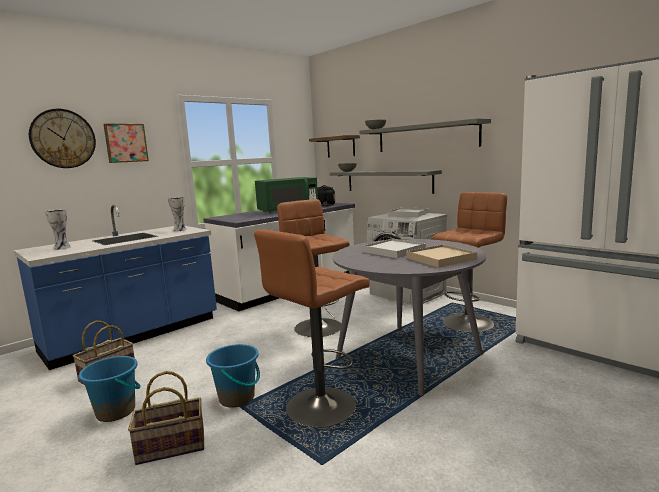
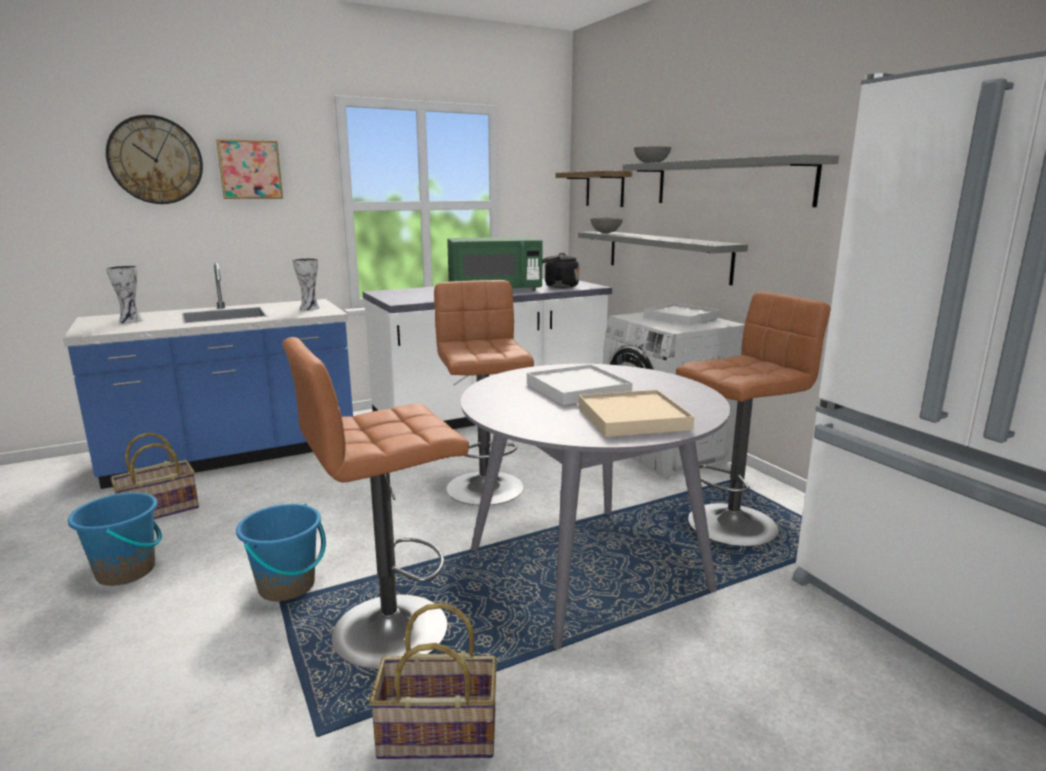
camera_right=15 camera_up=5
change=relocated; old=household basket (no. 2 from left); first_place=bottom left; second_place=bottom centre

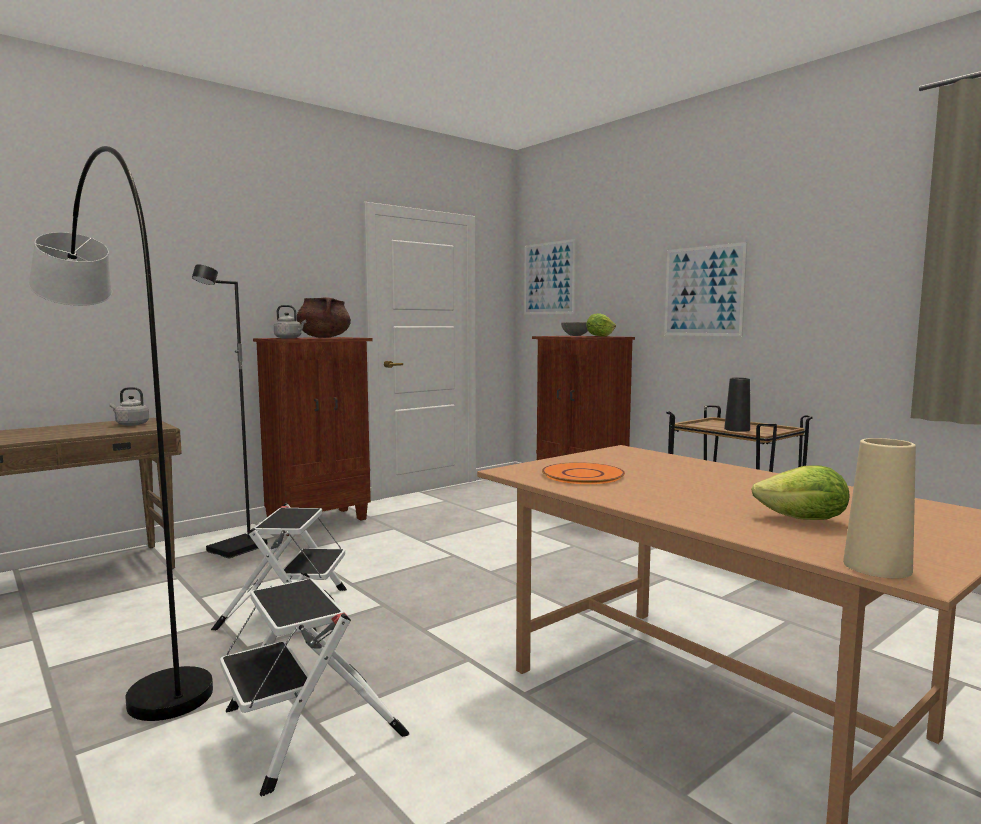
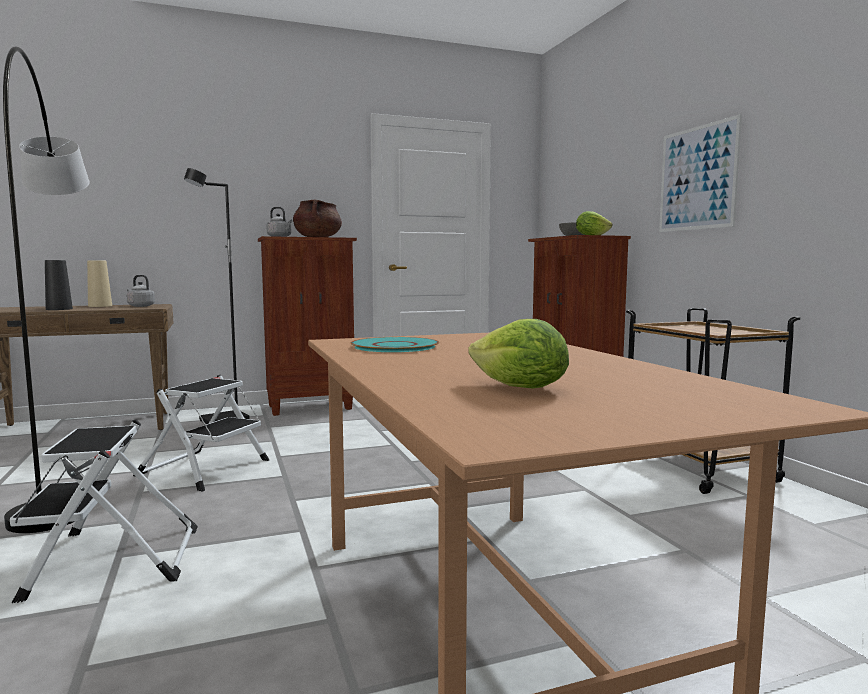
camera_right=20 camera_up=0
change=missing; old=wall art (no. 1 from left); first_place=centre
change=relocated; old=decorative vase/black-coloured; first_place=middle right; second_place=middle left
change=relocated; old=decorative vase/beige-coloured; first_place=middle right; second_place=middle left
change=colour; old=flat dish/orange; new=flat dish/turquoise-coloured; first_place=centre; second_place=centre

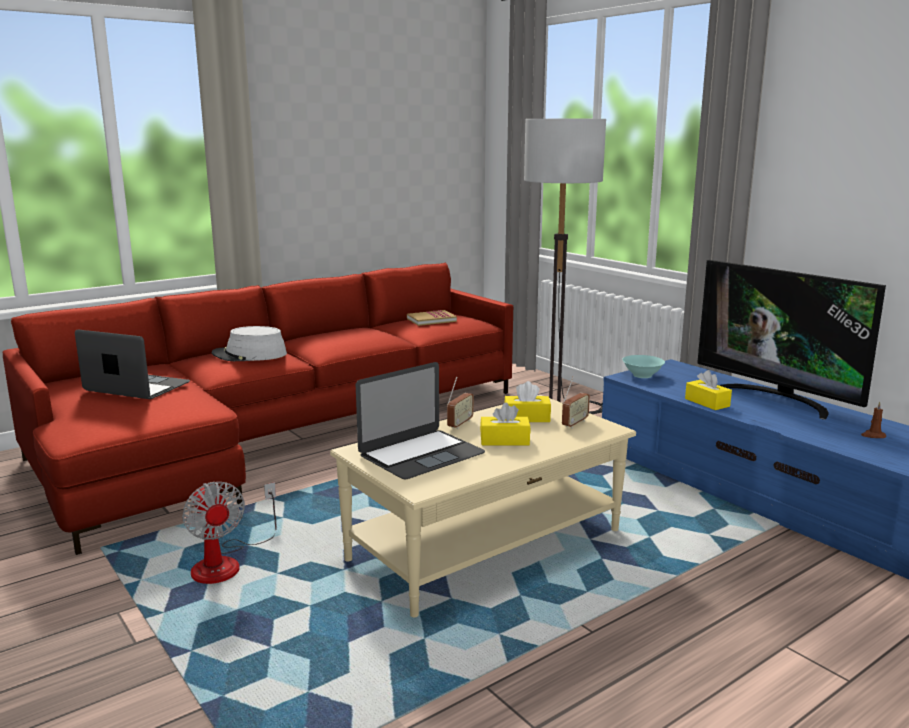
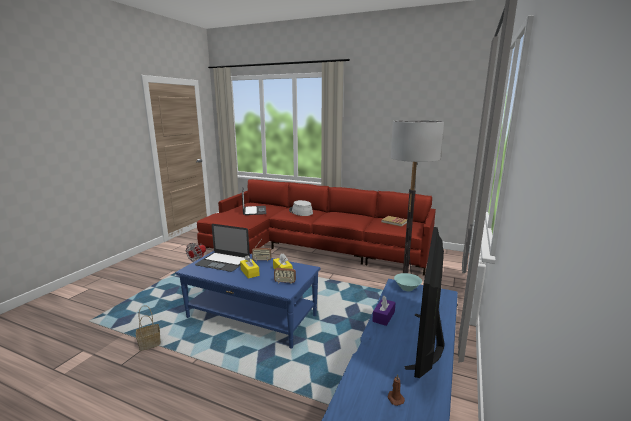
camera_right=60 camera_up=0
change=appeared; new=household basket; second_place=bottom left
change=colour; old=low table/beige-coloured; new=low table/bluish; first_place=bottom centre; second_place=bottom centre
change=colour; old=box of tissues/yellow (no. 3 from left); new=box of tissues/purple; first_place=middle right; second_place=bottom centre

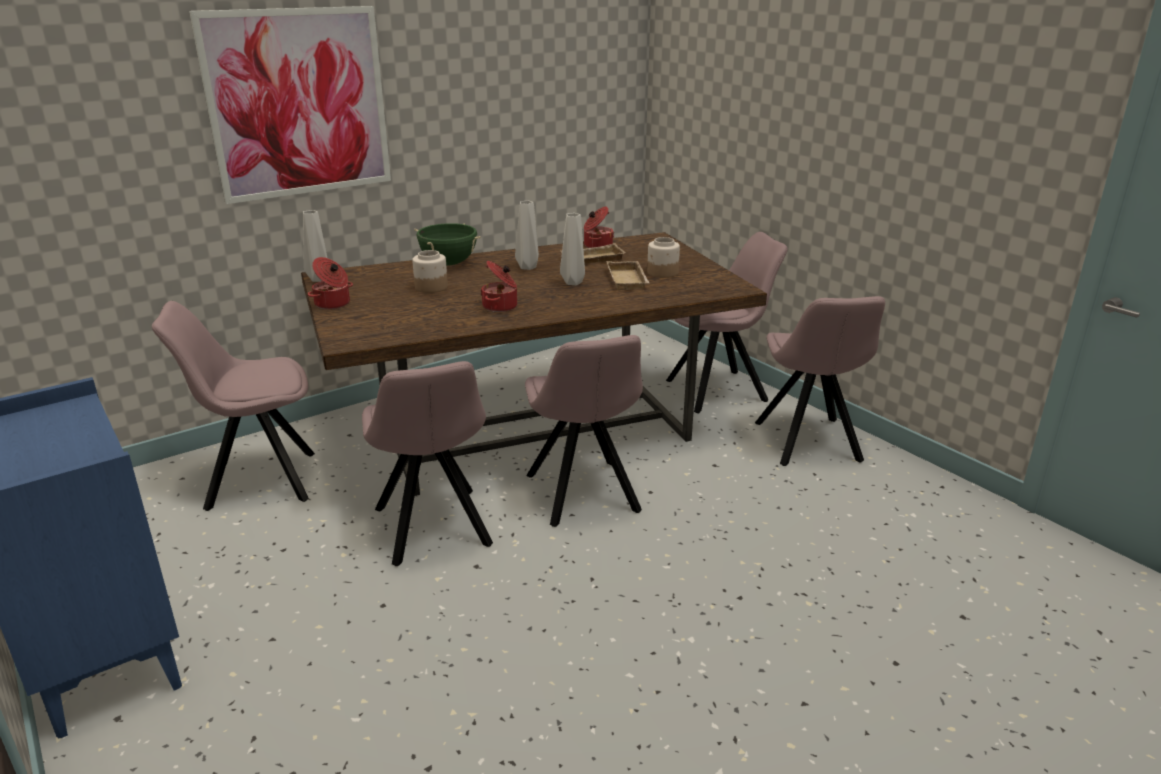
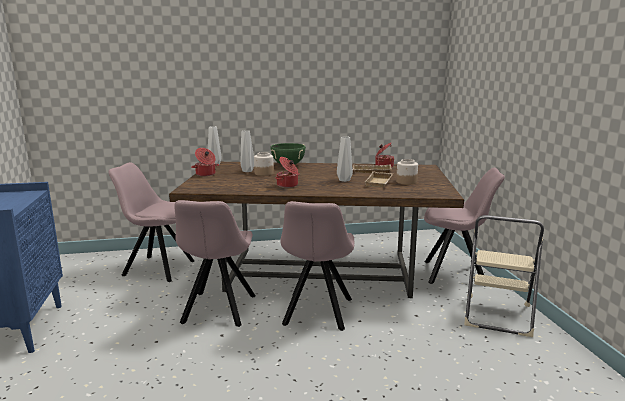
camera_right=25 camera_up=-10
change=missing; old=wall art; first_place=top left
change=relocated; old=decorative vase/greyish (no. 2 from left); first_place=top centre; second_place=centre
change=exchanged; old=upright chair/pinkish (no. 5 from left); new=step stool/beige-coloured; first_place=middle right; second_place=bottom right

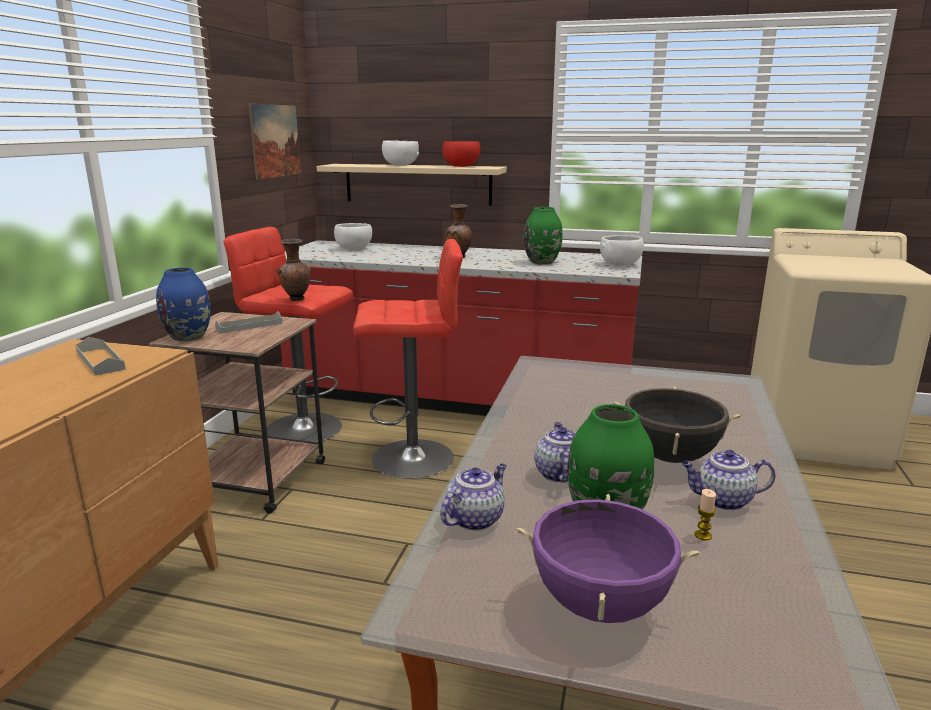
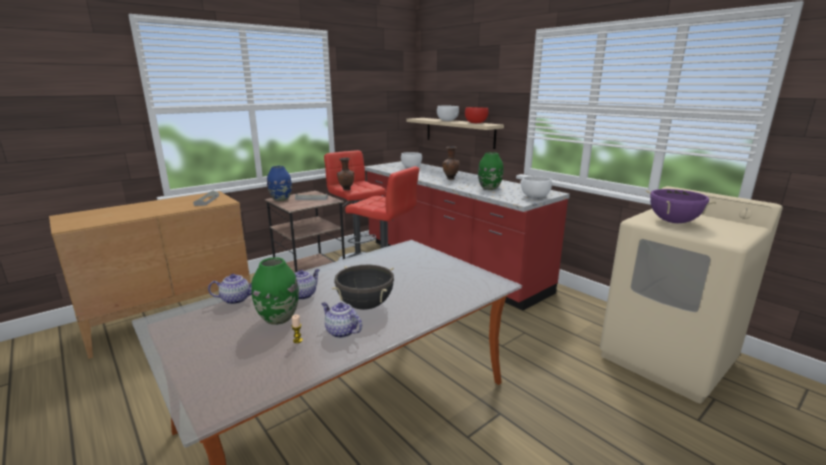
camera_right=35 camera_up=0
change=missing; old=wall art; first_place=top left
change=relocated; old=stockpot/purple; first_place=bottom centre; second_place=middle right

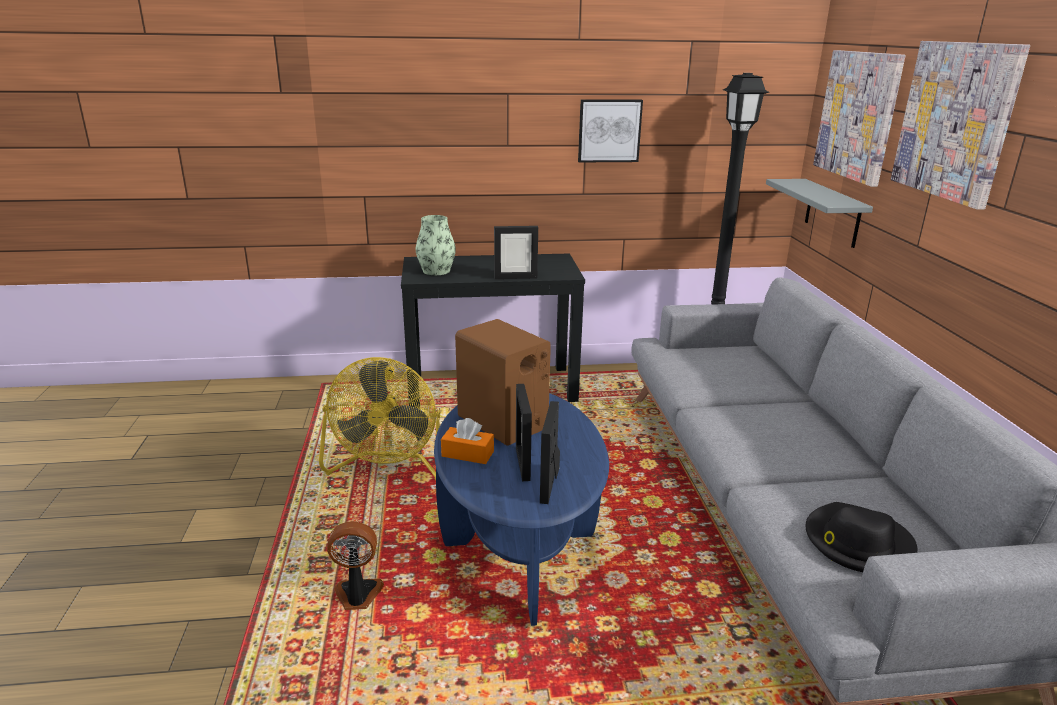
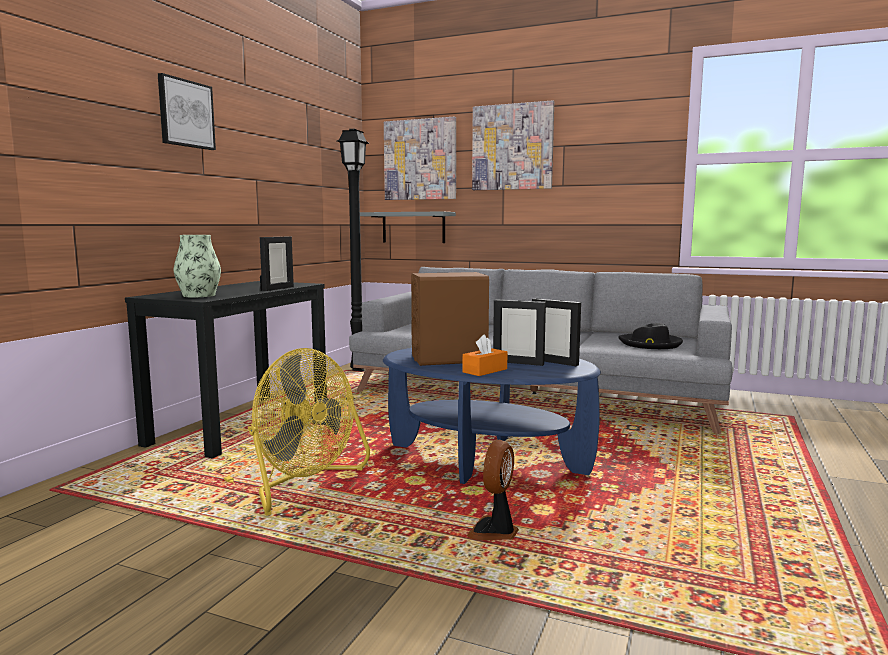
camera_right=-60 camera_up=-15
change=relocated; old=wall art (no. 1 from left); first_place=top centre; second_place=top left

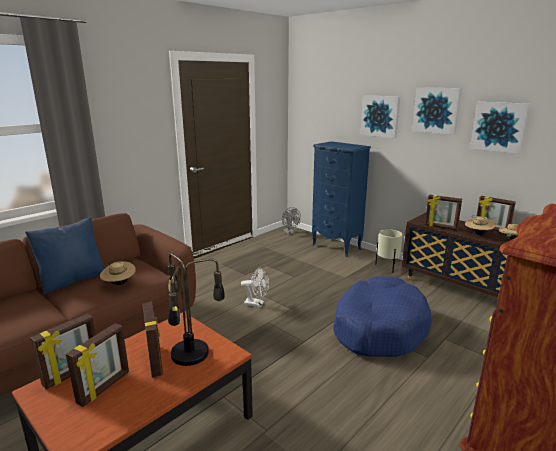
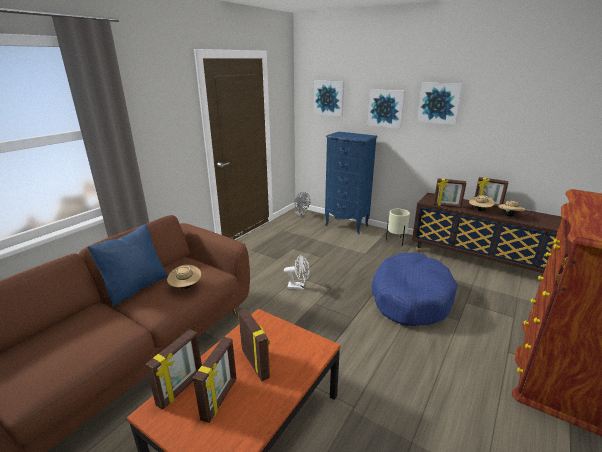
camera_right=-10 camera_up=5
change=missing; old=tabletop lamp; first_place=bottom centre
change=relocated; old=wall art (no. 3 from left in the first image); new=wall art (no. 1 from left); first_place=top right; second_place=top centre

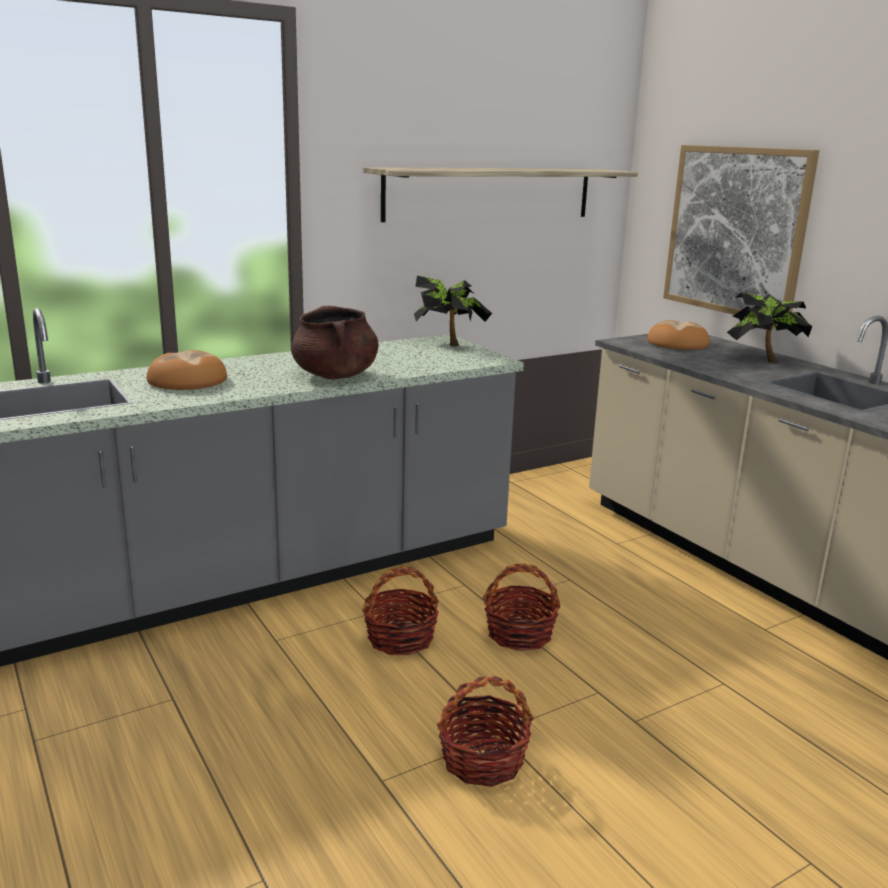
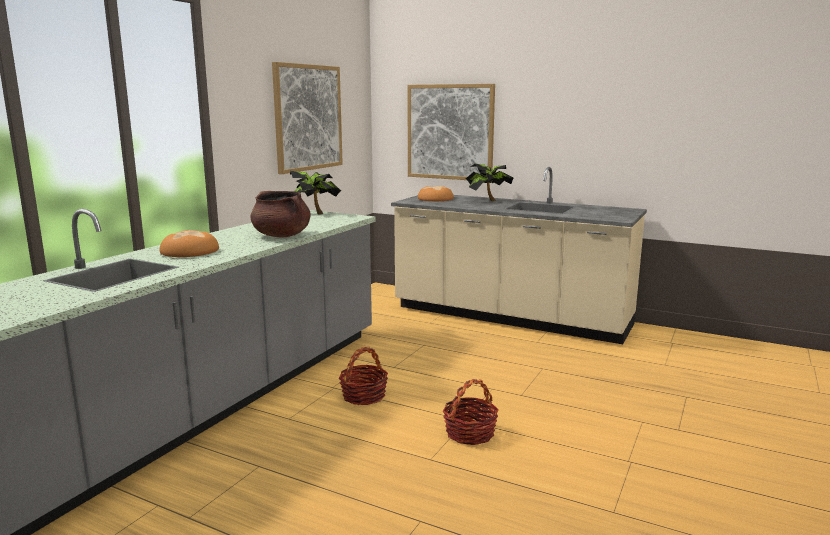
camera_right=-30 camera_up=-5
change=missing; old=household basket (no. 3 from left); first_place=bottom centre
change=exchanged; old=wall shelf; new=wall art (no. 1 from left); first_place=top centre; second_place=top centre

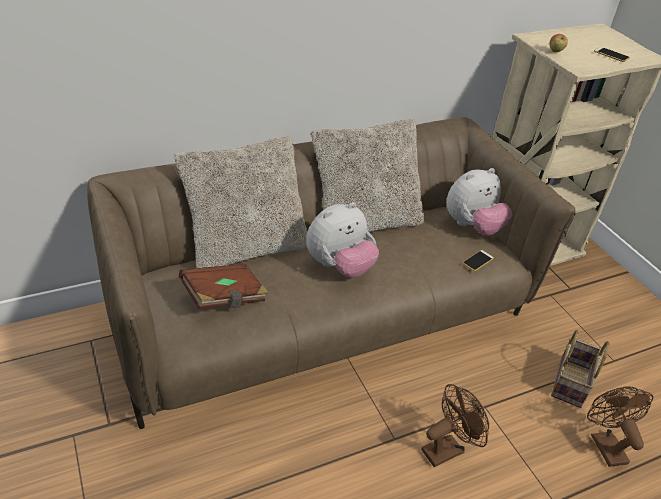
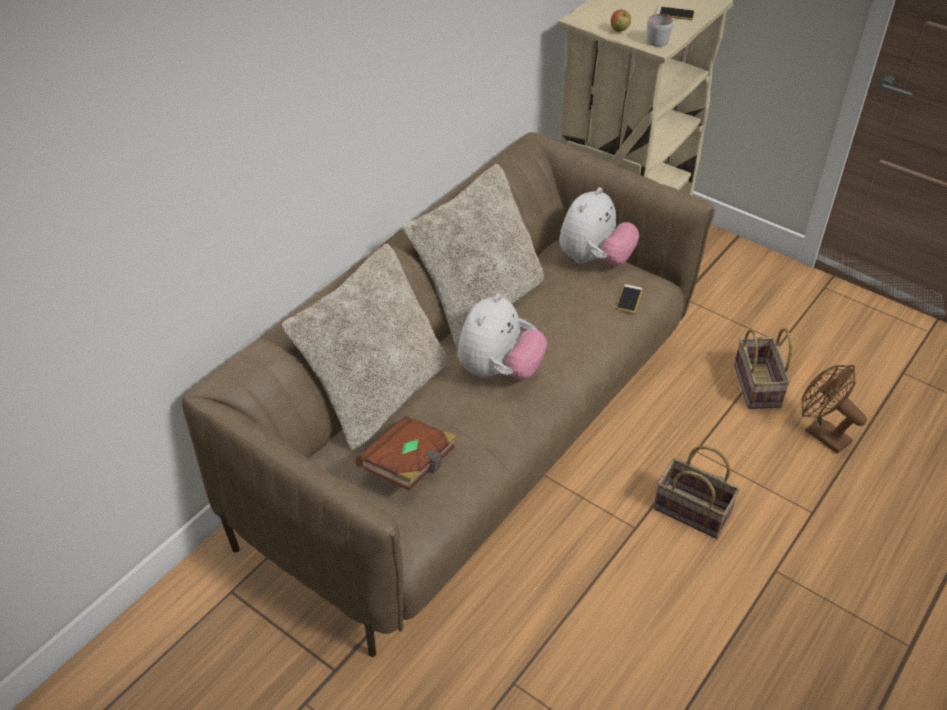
camera_right=-25 camera_up=5
change=appeared; new=coffee mug/greyish; second_place=top right
change=exchanged; old=electric fan/brownish (no. 1 from left); new=household basket (no. 1 from left); first_place=bottom right; second_place=bottom right

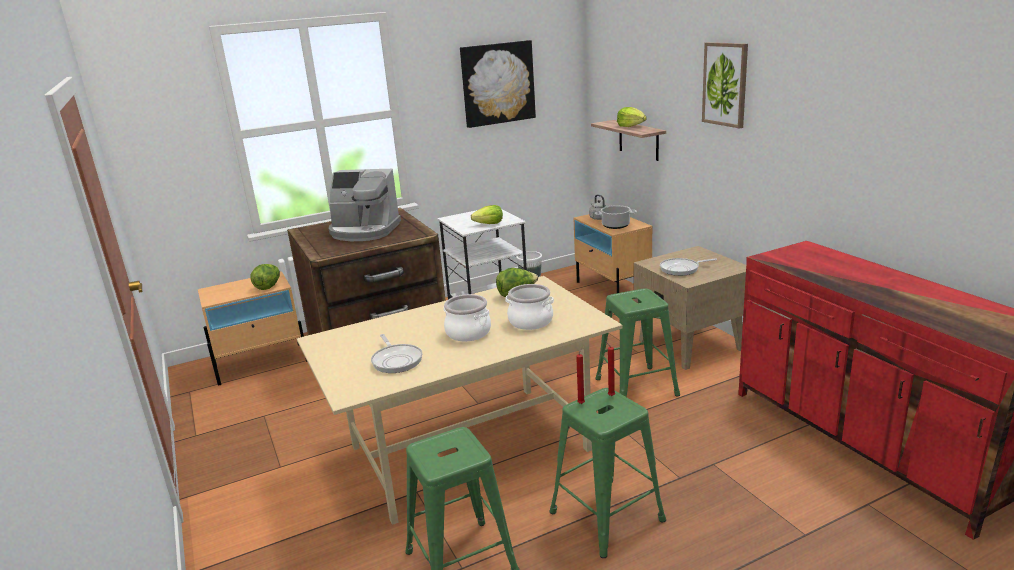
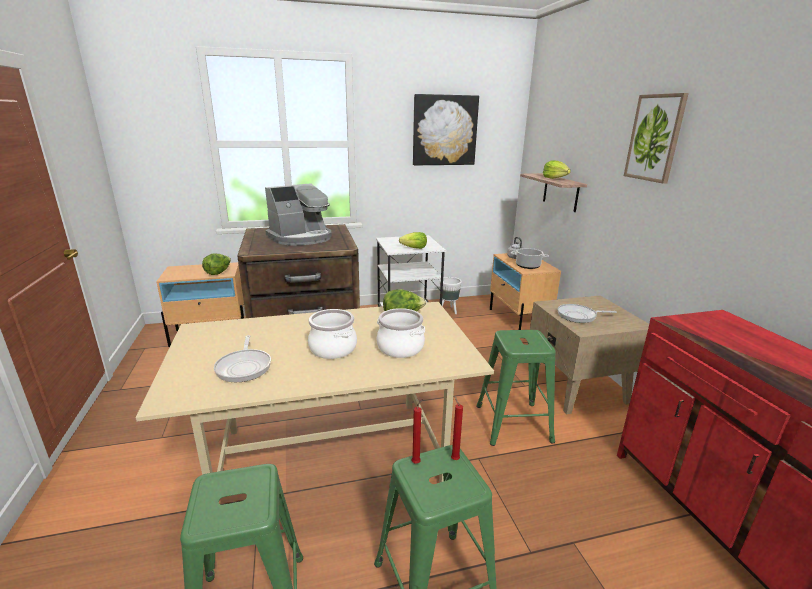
camera_right=10 camera_up=0
change=spun; old=coffee maker; first_place=centre; second_place=centre; degrees=-60

